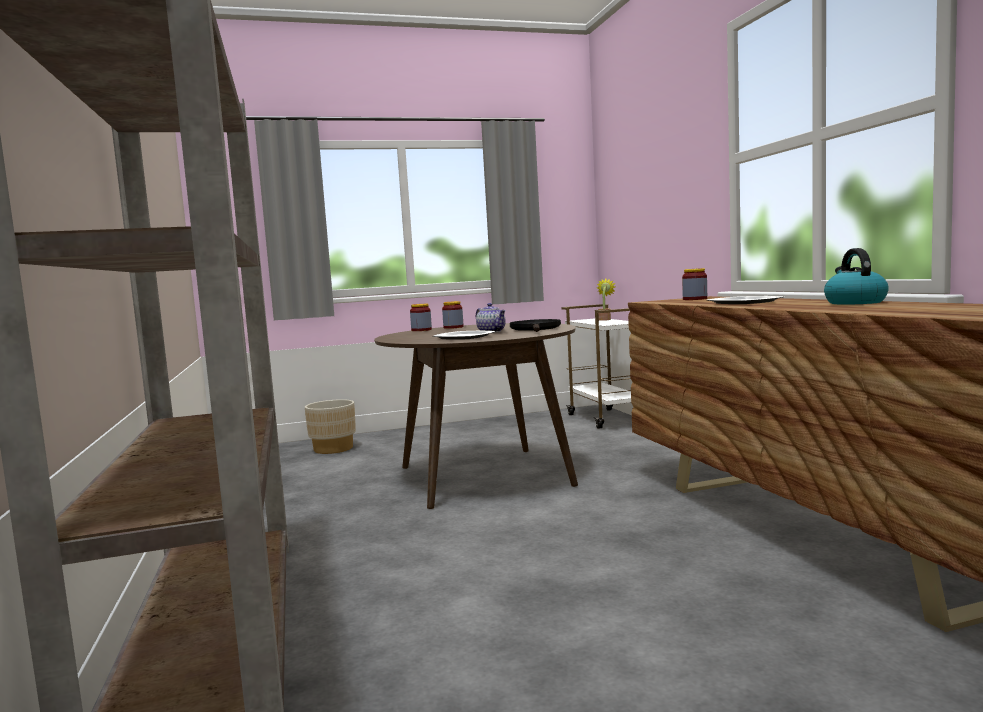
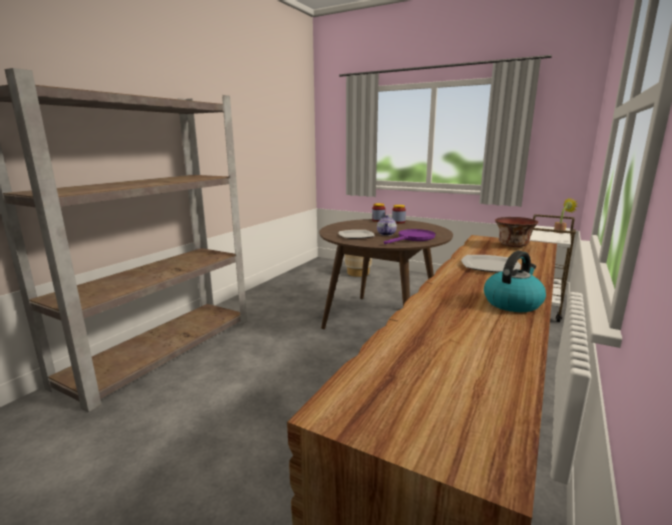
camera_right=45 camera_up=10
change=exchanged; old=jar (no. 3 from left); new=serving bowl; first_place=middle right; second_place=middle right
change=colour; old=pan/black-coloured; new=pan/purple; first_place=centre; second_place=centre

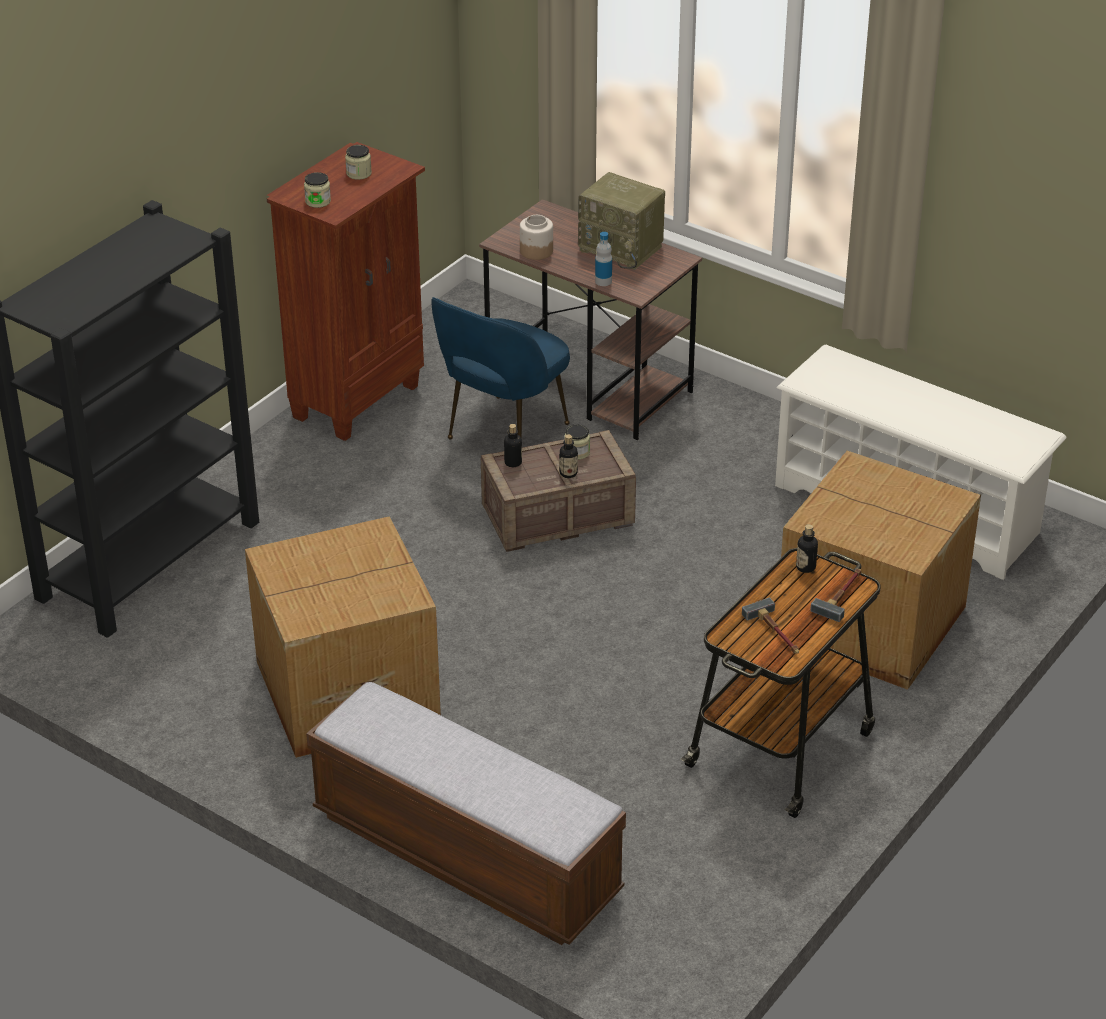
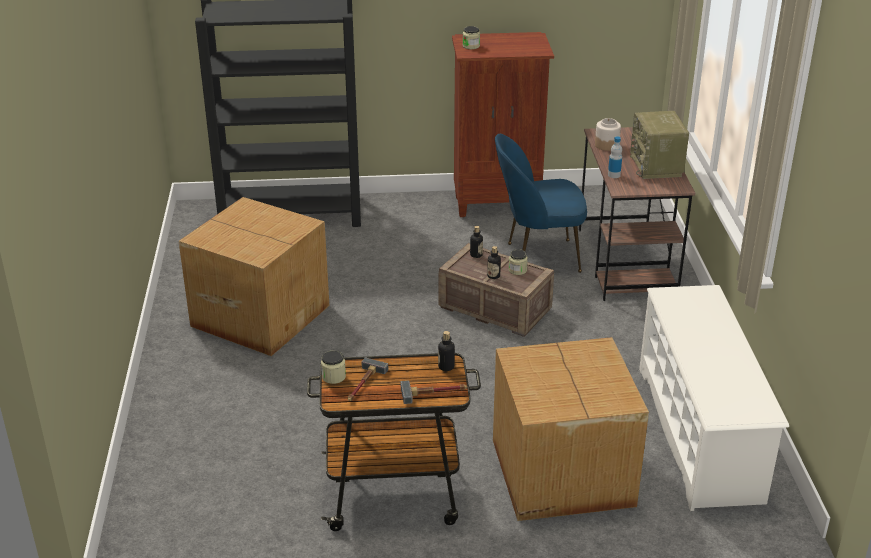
camera_right=50 camera_up=-5
change=missing; old=long seat; first_place=bottom centre
change=relocated; old=jar (no. 2 from left in the first image); new=jar (no. 1 from left); first_place=top left; second_place=centre

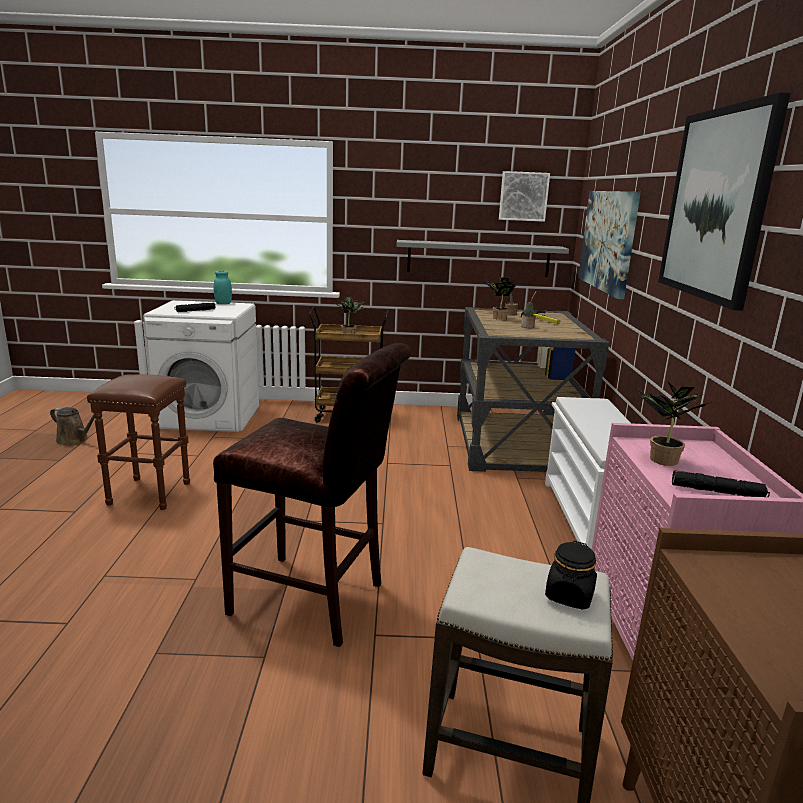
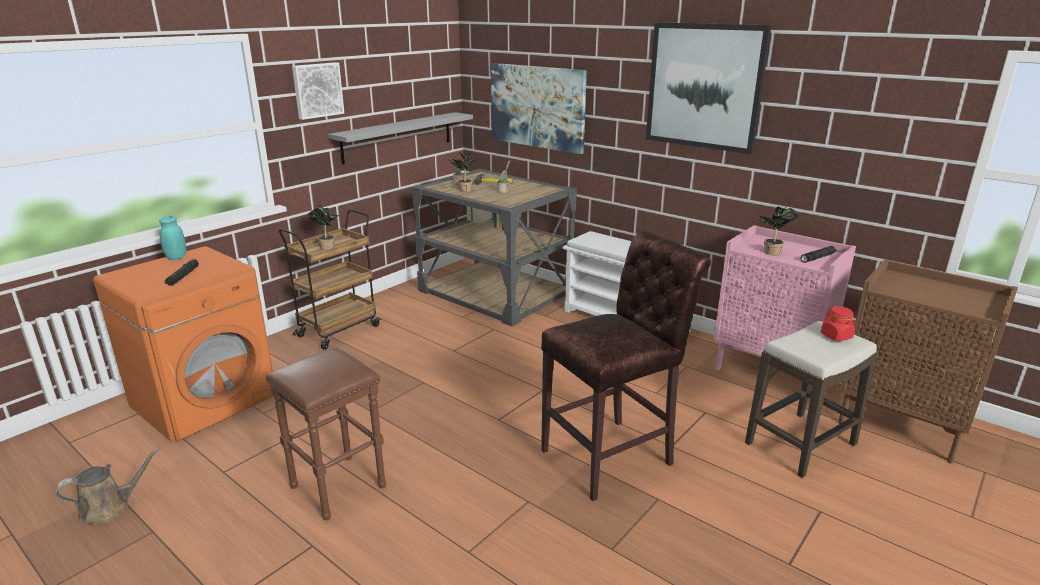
camera_right=-50 camera_up=5
change=relocated; old=wall art (no. 1 from left); first_place=top centre; second_place=top left
change=colour; old=laundry machine/whitish; new=laundry machine/orange; first_place=middle left; second_place=middle left
change=colour; old=jar/black-coloured; new=jar/red-coloured; first_place=bottom right; second_place=middle right

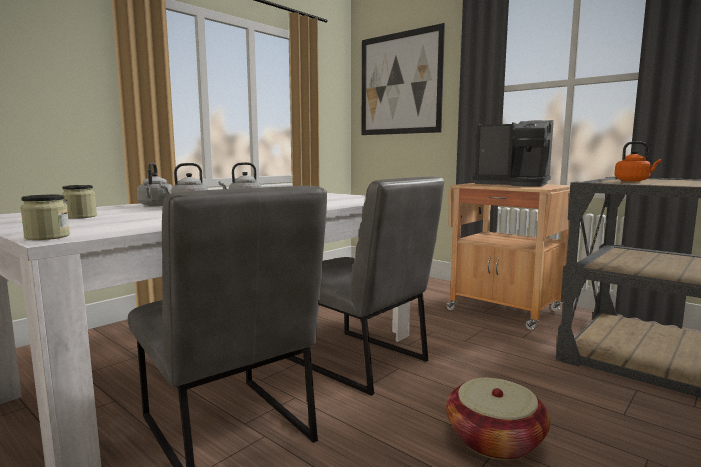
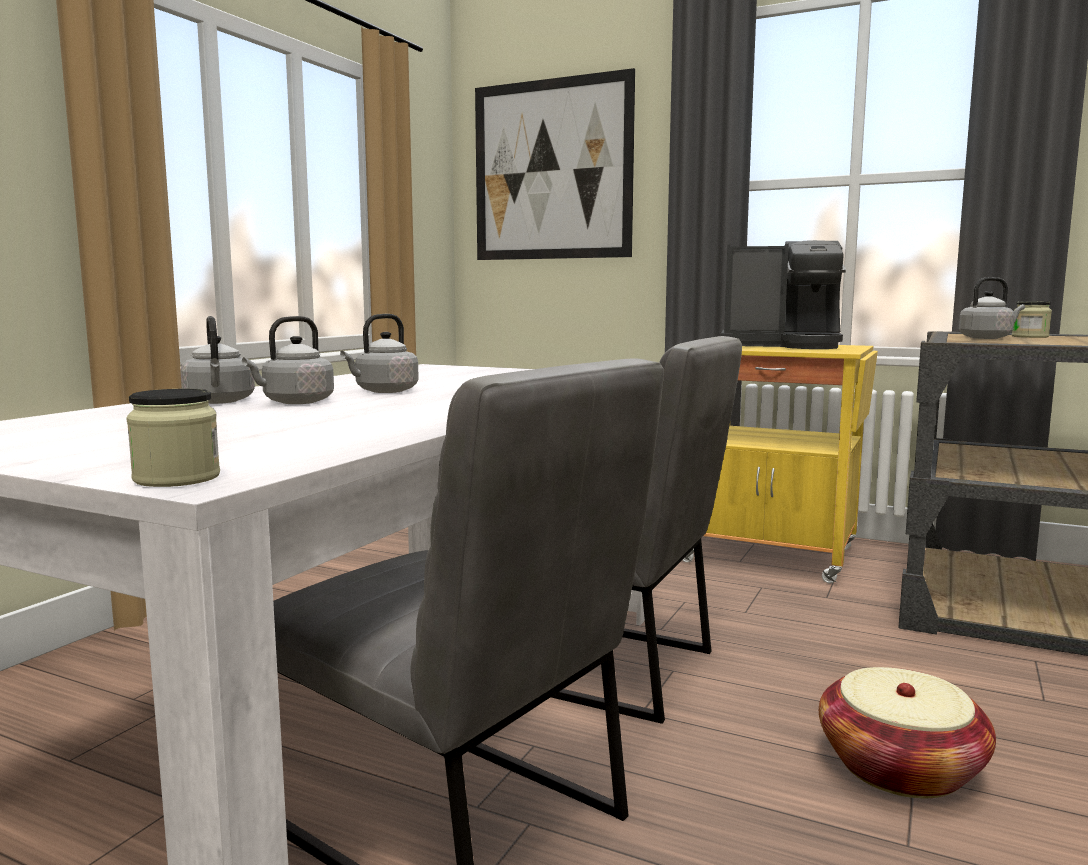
camera_right=-15 camera_up=0
change=relocated; old=jar (no. 2 from left); first_place=middle left; second_place=middle right
change=colour; old=wheeled cart/brownish; new=wheeled cart/yellow; first_place=middle right; second_place=middle right
change=colour; old=kettle/orange; new=kettle/greyish (no. 4 from left); first_place=middle right; second_place=middle right

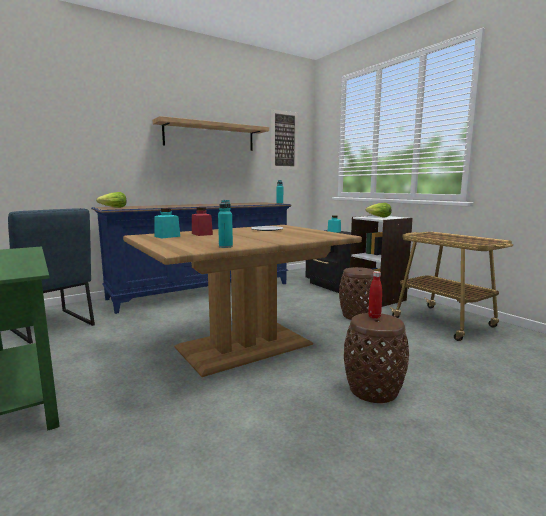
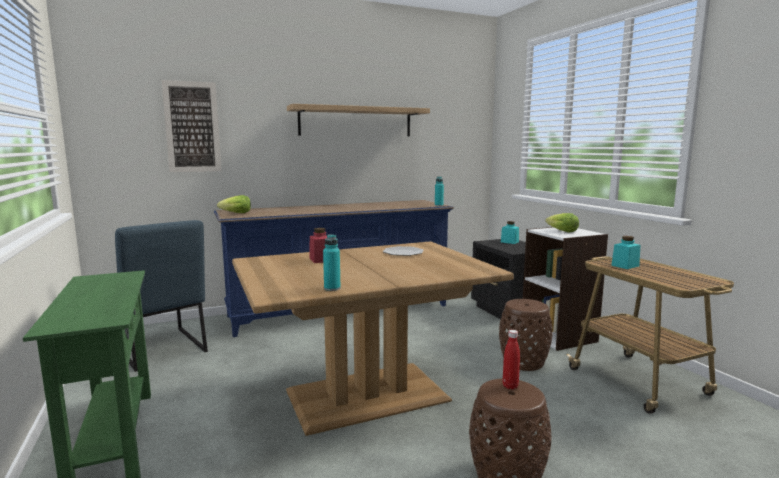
camera_right=10 camera_up=0
change=relocated; old=jar/turquoise-coloured (no. 1 from left in the first image); new=jar/turquoise-coloured (no. 2 from left); first_place=middle left; second_place=middle right
change=relocated; old=wall art; first_place=top centre; second_place=top left

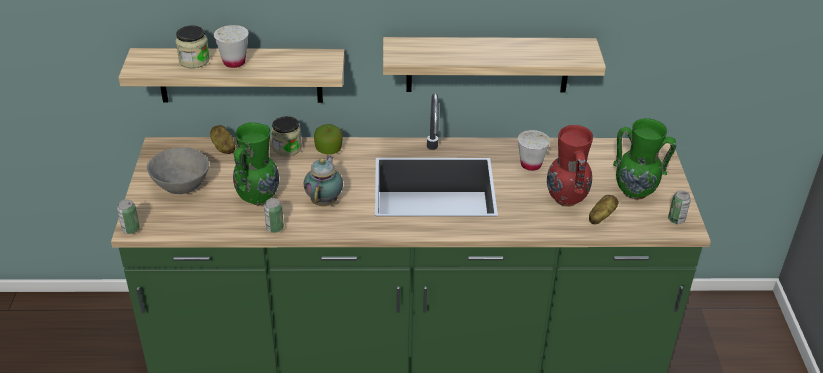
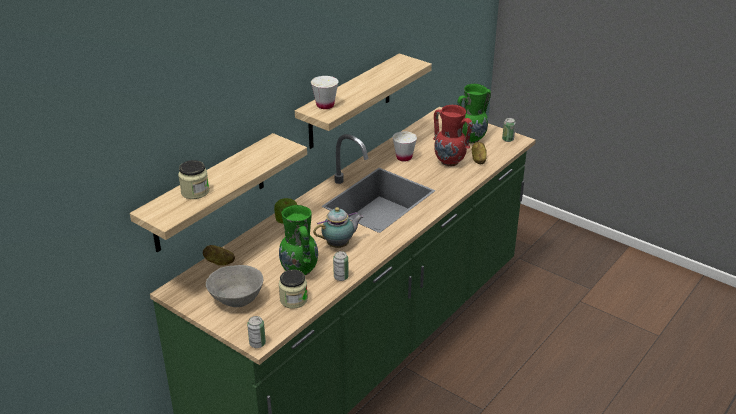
camera_right=-50 camera_up=-5
change=relocated; old=small cup/whitish (no. 1 from left); first_place=top left; second_place=top centre
change=relocated; old=jar (no. 2 from left); first_place=centre; second_place=bottom centre
change=spun; old=tea pot; first_place=centre; second_place=centre; degrees=105

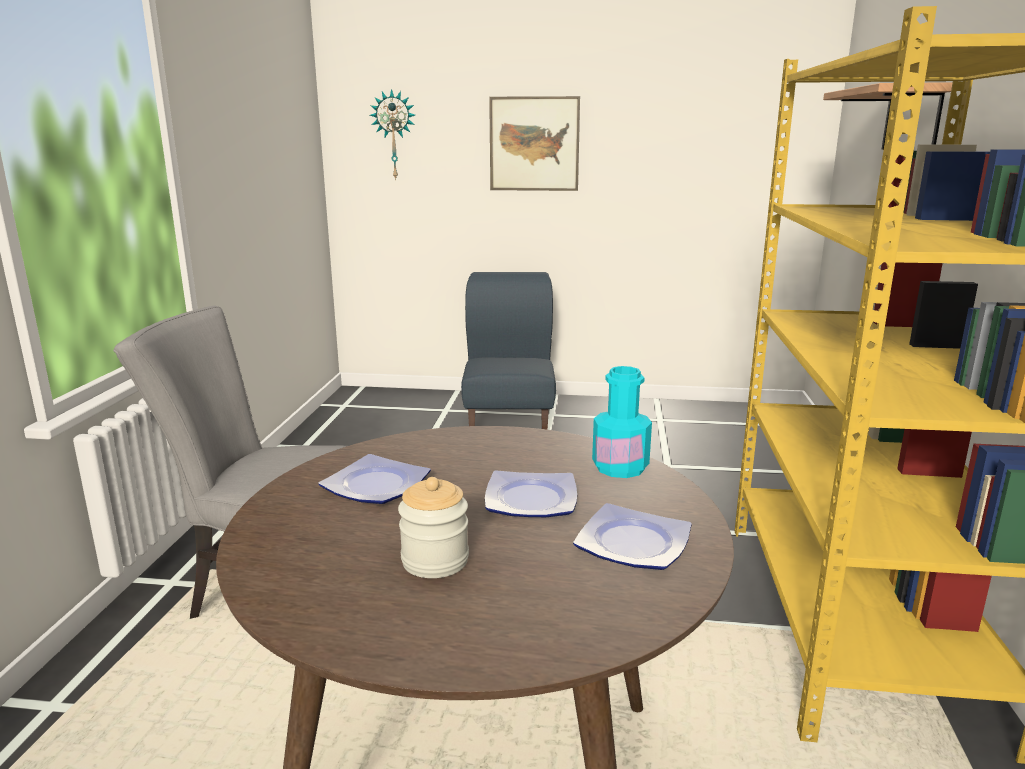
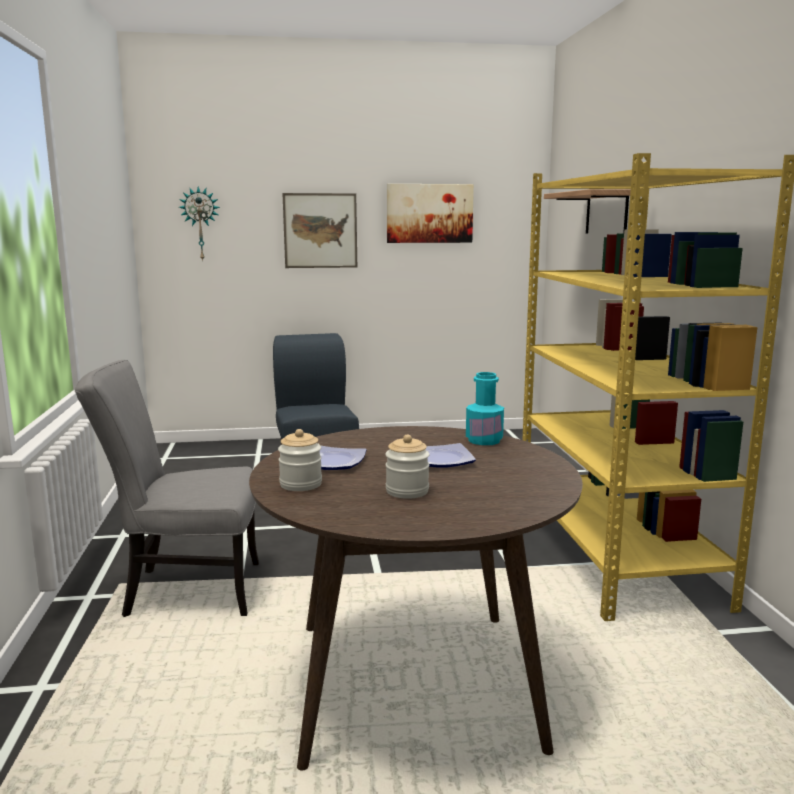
camera_right=-15 camera_up=-5
change=missing; old=flat dish (no. 3 from left); first_place=bottom centre
change=appeared; new=jar (no. 1 from left); second_place=centre
change=appeared; new=wall art (no. 2 from left); second_place=top centre

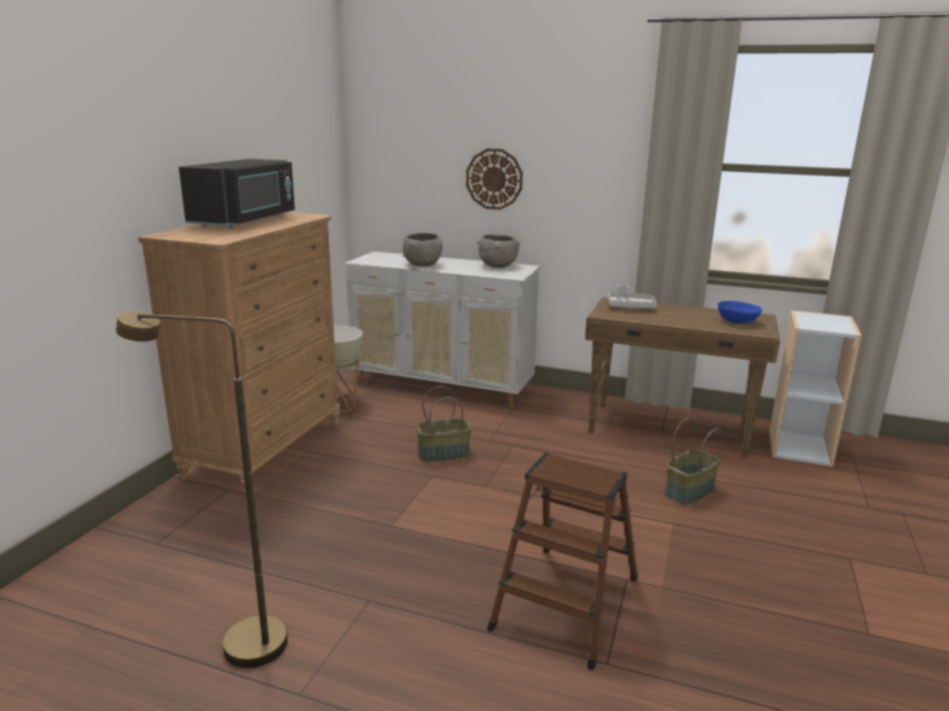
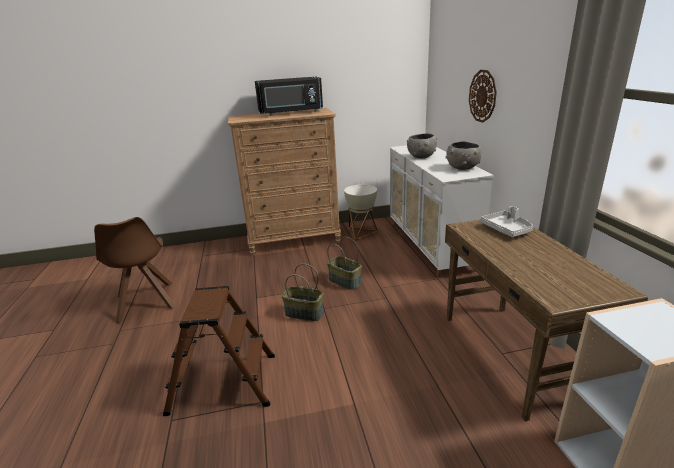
camera_right=60 camera_up=5
change=missing; old=serving bowl/bluish; first_place=middle right
change=relocated; old=household basket (no. 2 from left in the first image); new=household basket (no. 1 from left); first_place=middle right; second_place=centre
change=exchanged; old=standard lamp/brownish; new=upright chair/brownish; first_place=bottom left; second_place=middle left

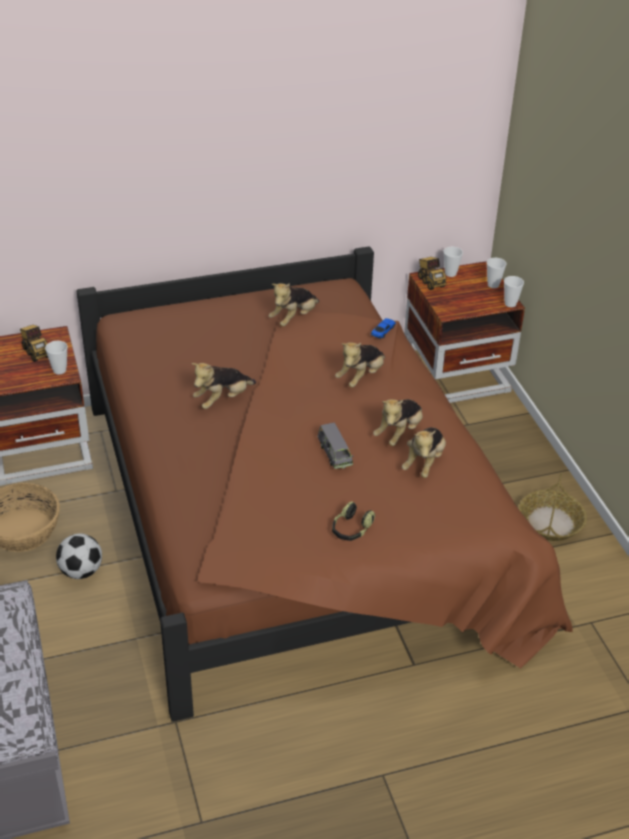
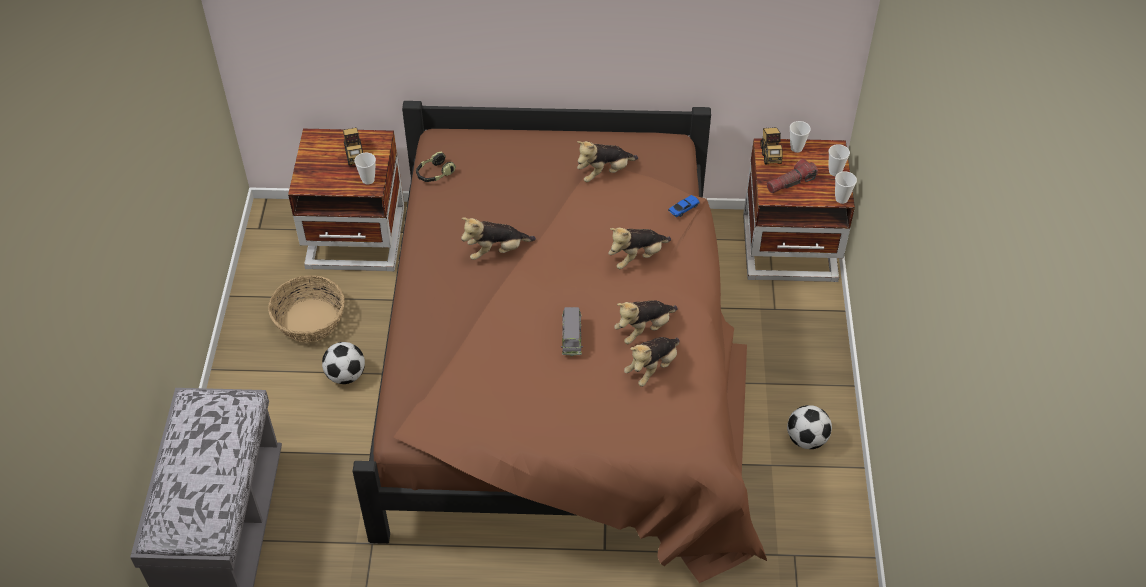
camera_right=20 camera_up=10
change=appeared; new=torch; second_place=top right
change=relocated; old=headphones; first_place=centre; second_place=top centre
change=exchanged; old=household basket (no. 2 from left); new=football ball (no. 2 from left); first_place=middle right; second_place=bottom right

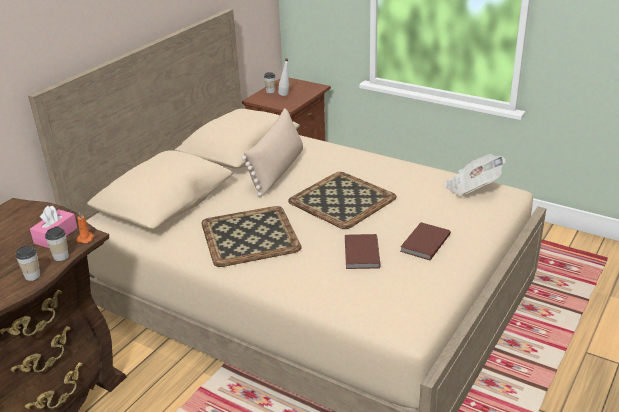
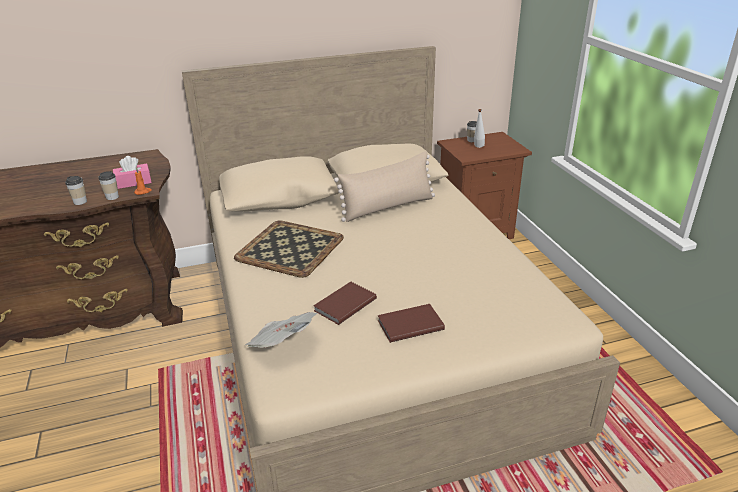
camera_right=40 camera_up=0
change=missing; old=tray (no. 2 from left); first_place=centre
change=relocated; old=newspaper; first_place=middle right; second_place=bottom centre

